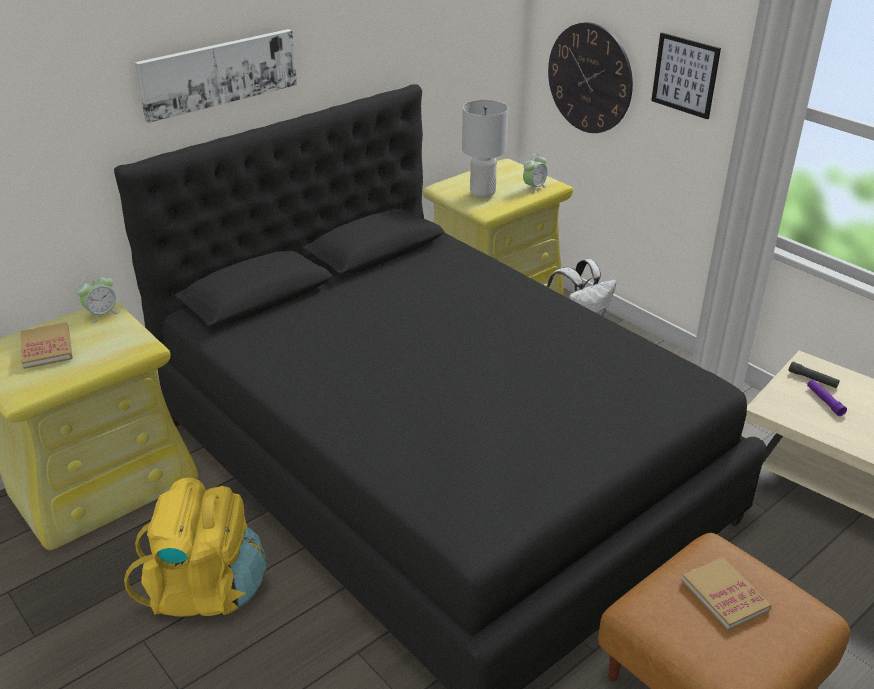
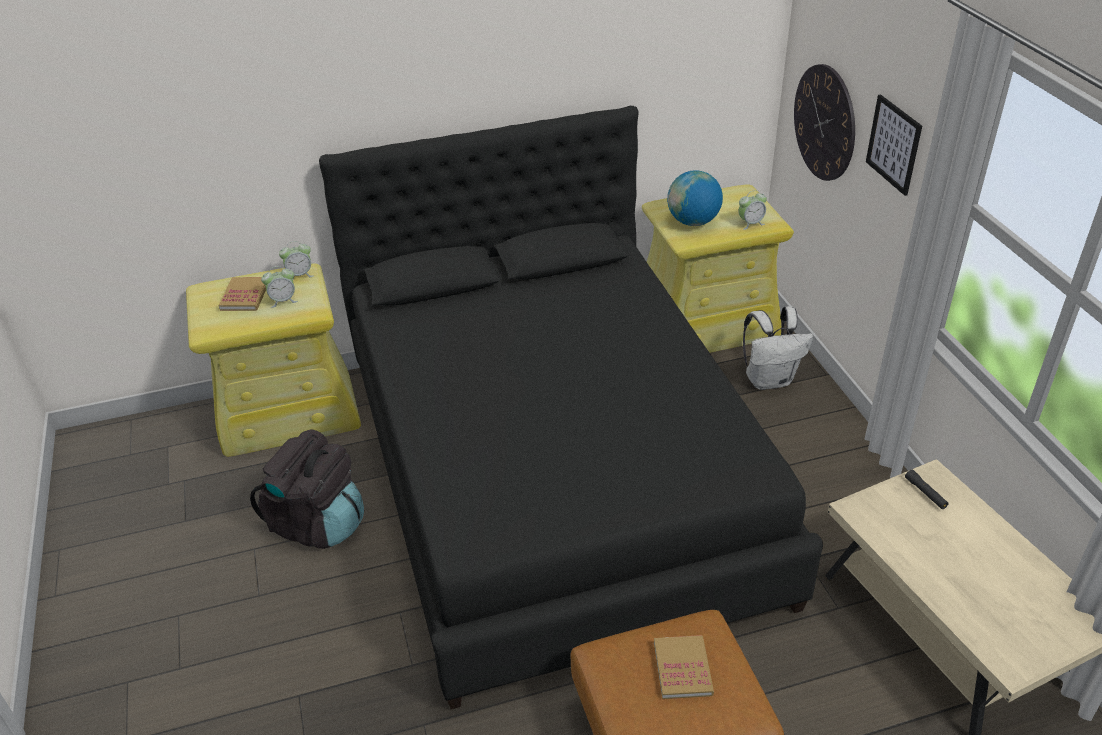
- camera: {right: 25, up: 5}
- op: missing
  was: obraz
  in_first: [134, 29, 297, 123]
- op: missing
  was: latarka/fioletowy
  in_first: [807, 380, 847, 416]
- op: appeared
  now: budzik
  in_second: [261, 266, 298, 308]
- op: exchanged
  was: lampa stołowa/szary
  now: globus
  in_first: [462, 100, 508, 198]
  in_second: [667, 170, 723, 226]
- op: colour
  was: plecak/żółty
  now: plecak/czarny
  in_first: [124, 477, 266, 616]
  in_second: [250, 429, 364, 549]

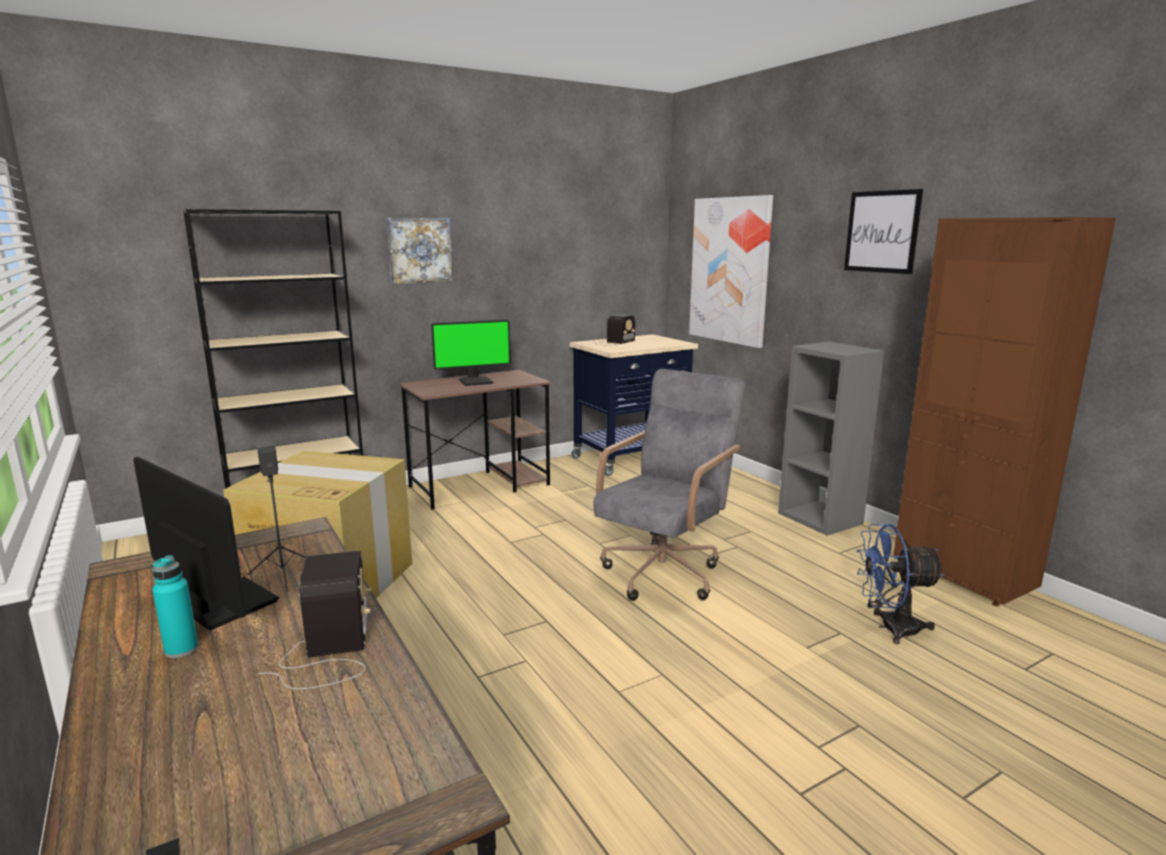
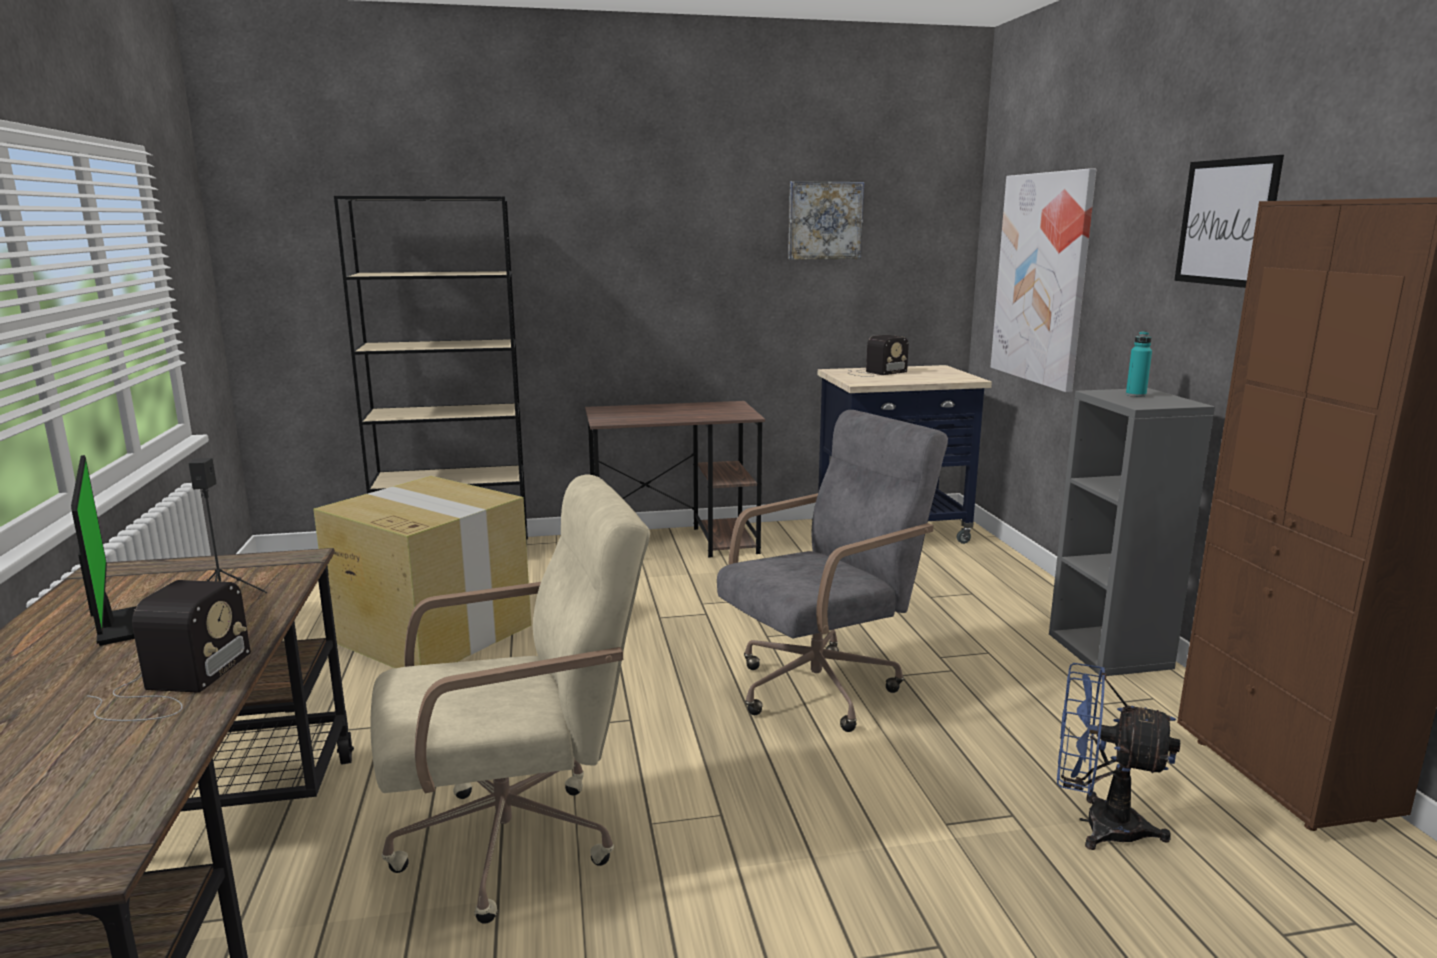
- camera: {right: 20, up: 0}
- op: missing
  was: monitor
  in_first: [431, 320, 511, 386]
- op: appeared
  now: krzesło biurowe/beżowy
  in_second: [371, 475, 650, 924]
- op: relocated
  was: butelka/turkusowy
  in_first: [152, 555, 198, 658]
  in_second: [1126, 331, 1152, 397]
- op: relocated
  was: obraz
  in_first: [387, 218, 453, 284]
  in_second: [788, 181, 864, 260]

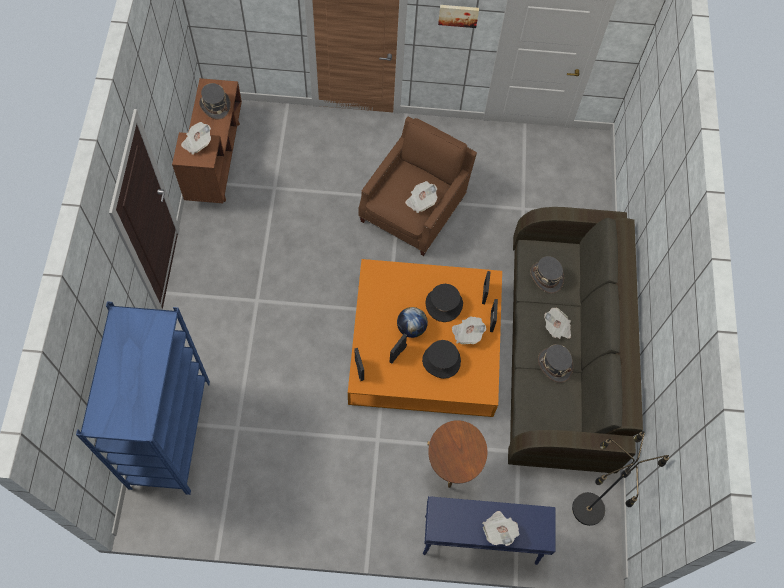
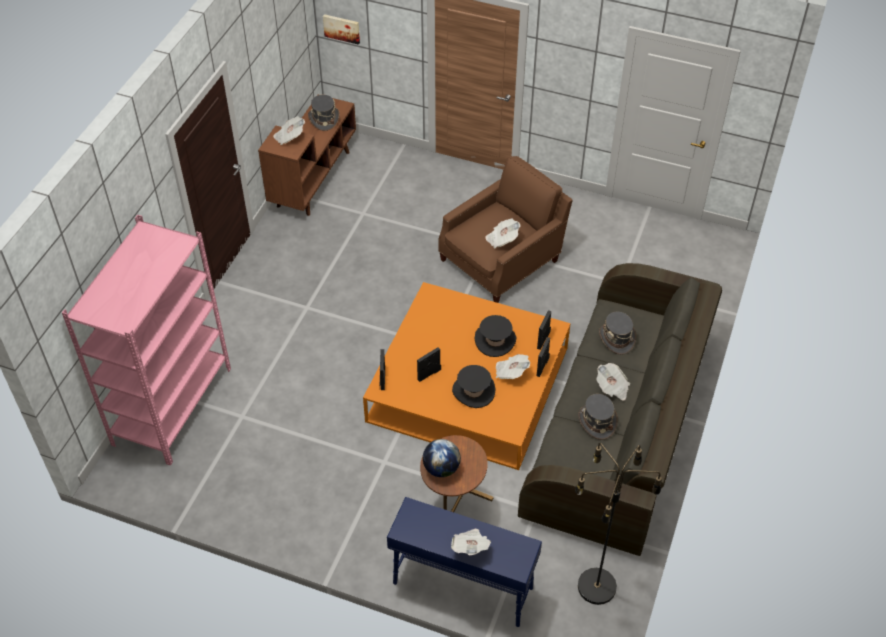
- camera: {right: 20, up: -15}
- op: relocated
  was: globus
  in_first: [397, 307, 428, 338]
  in_second: [423, 439, 461, 477]
- op: relocated
  was: obraz
  in_first: [438, 5, 479, 28]
  in_second: [323, 14, 360, 45]
- op: colour
  was: regał/niebieski
  now: regał/różowy
  in_first: [76, 301, 210, 495]
  in_second: [62, 215, 231, 466]

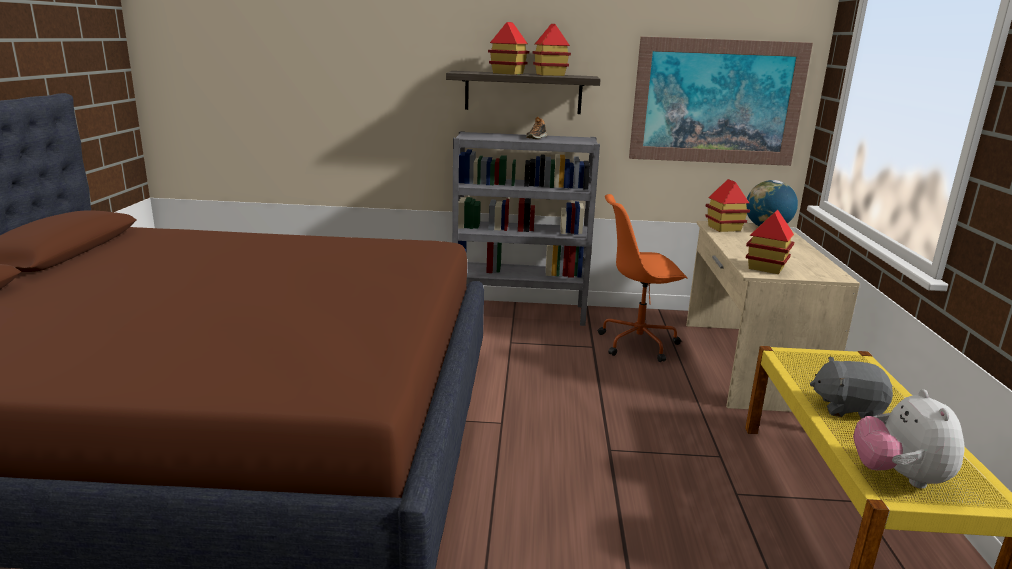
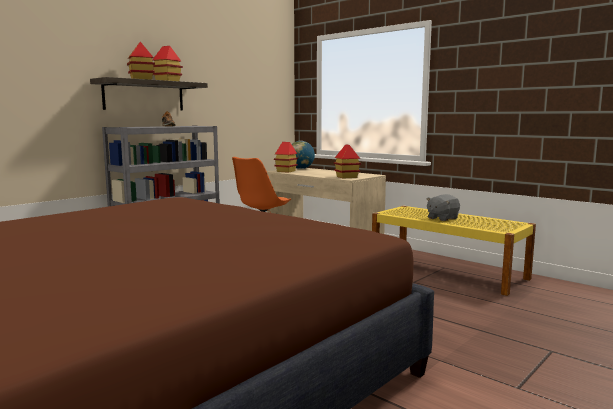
- camera: {right: -50, up: -10}
- op: missing
  was: obraz
  in_first: [629, 36, 813, 166]
- op: missing
  was: pluszak
  in_first: [853, 389, 965, 489]

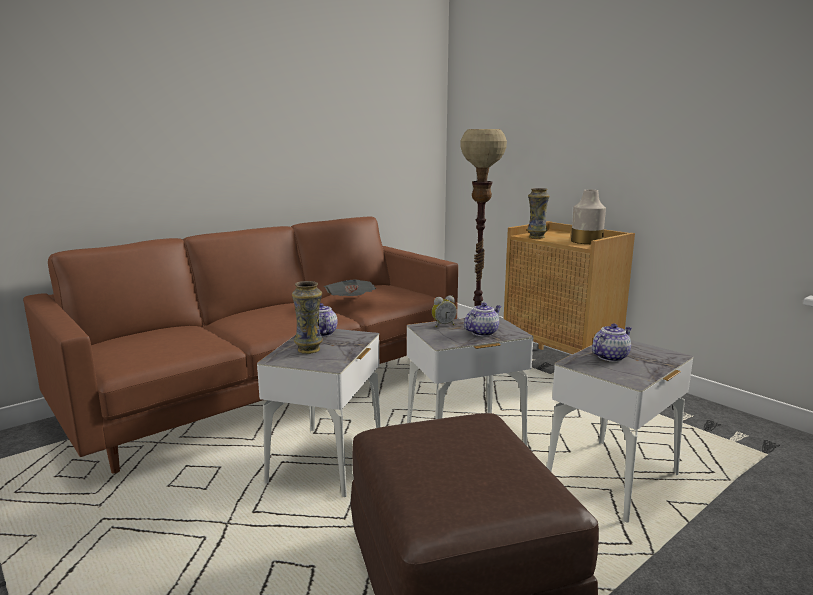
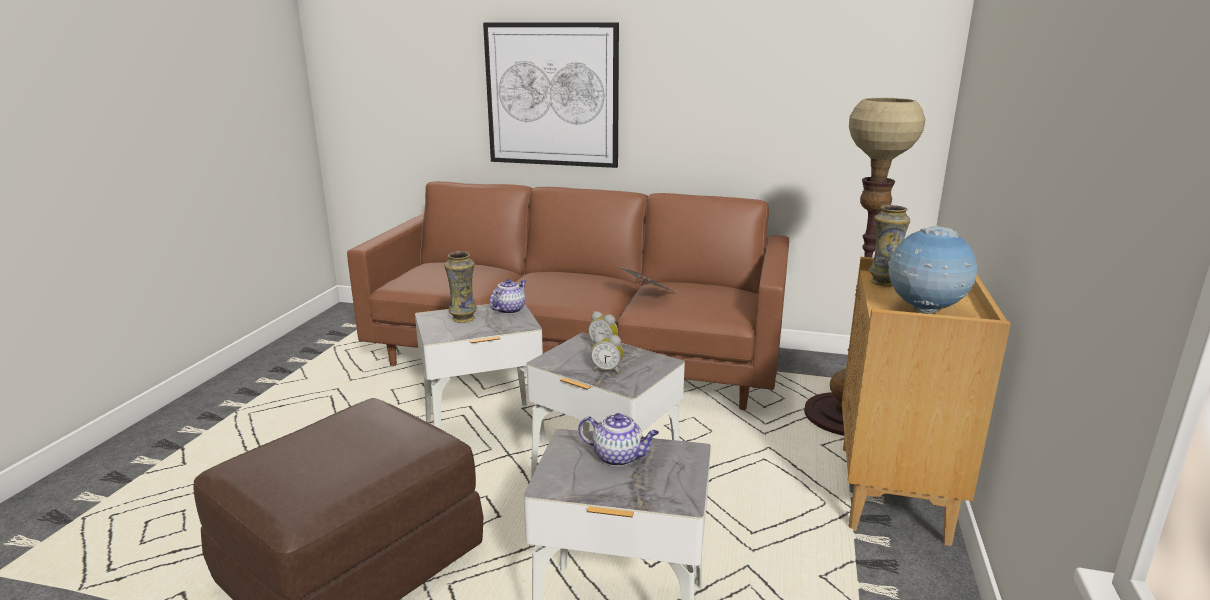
- camera: {right: 55, up: 5}
- op: appeared
  now: obraz
  in_second: [483, 23, 619, 168]
- op: exchanged
  was: imbryk
  now: budzik
  in_first: [464, 302, 501, 336]
  in_second: [591, 333, 623, 374]
- op: exchanged
  was: wazon/beżowy
  now: globus
  in_first: [571, 190, 606, 244]
  in_second: [888, 226, 977, 314]

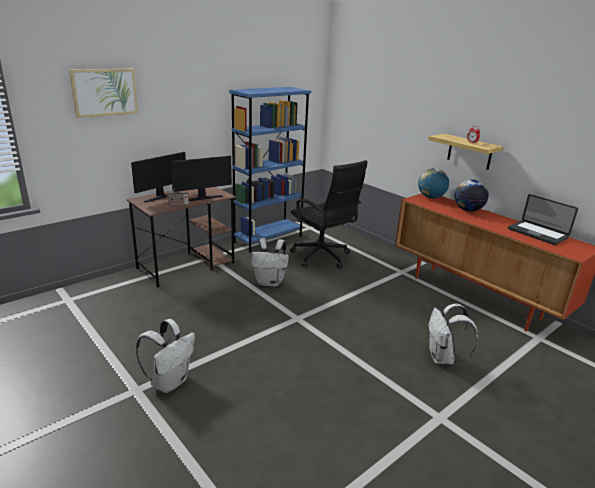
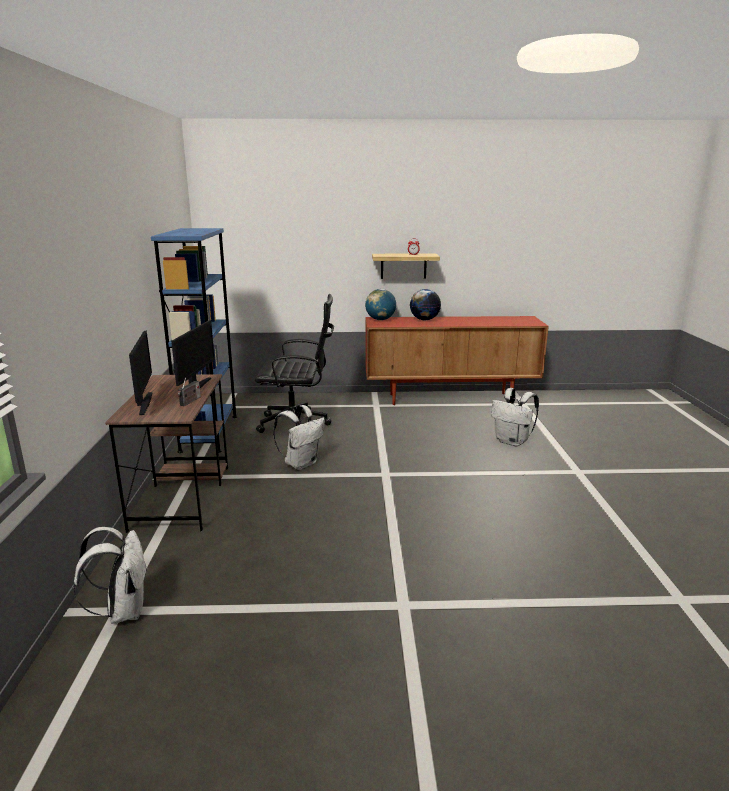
- camera: {right: -50, up: -5}
- op: missing
  was: obraz
  in_first: [69, 69, 138, 118]
- op: missing
  was: laptop
  in_first: [508, 194, 578, 245]
- op: relocated
  was: plecak/biały
  in_first: [136, 319, 195, 393]
  in_second: [73, 527, 148, 624]

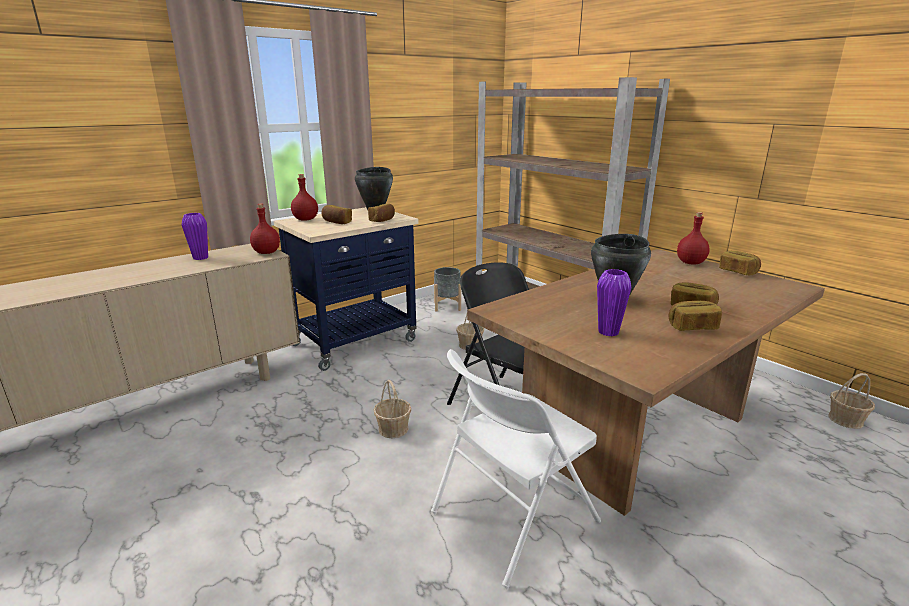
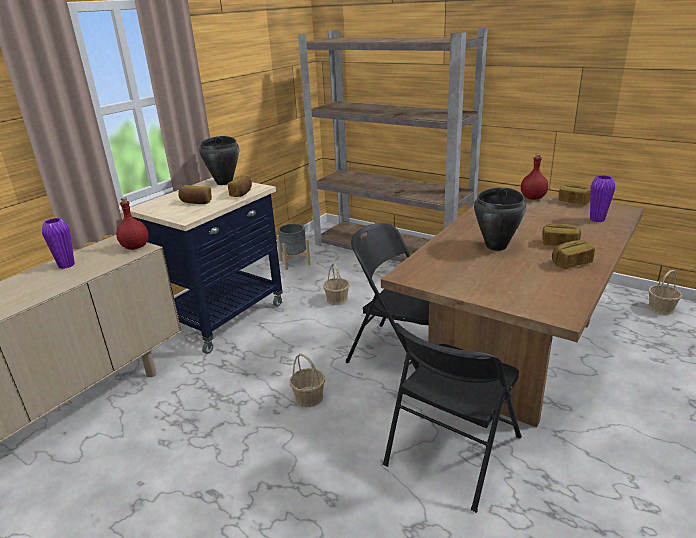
- camera: {right: -15, up: 5}
- op: missing
  was: butelka/czerwony
  in_first: [291, 174, 318, 221]
- op: relocated
  was: wazon/fioletowy
  in_first: [597, 269, 631, 336]
  in_second: [590, 175, 615, 222]
- op: colour
  was: krzesło/biały
  now: krzesło/czarny
  in_first: [431, 349, 601, 590]
  in_second: [383, 323, 522, 513]

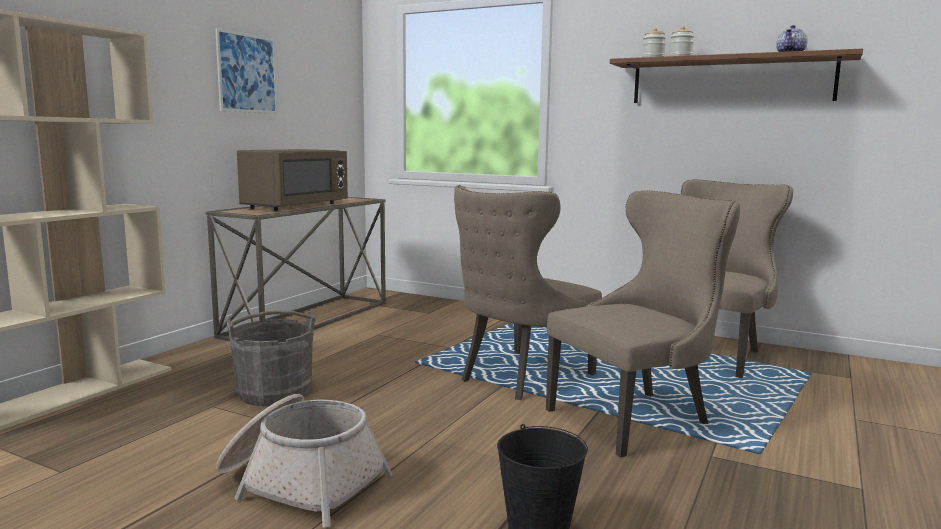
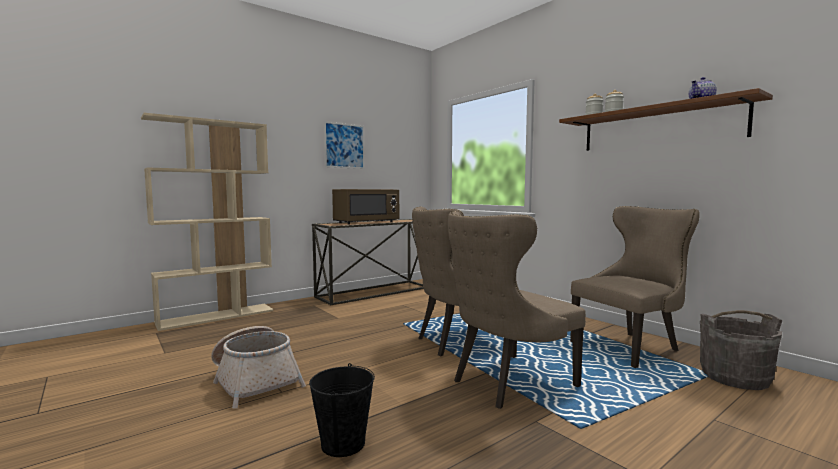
- camera: {right: 25, up: -5}
- op: relocated
  was: wiadro/szary
  in_first: [227, 310, 316, 406]
  in_second: [700, 310, 783, 390]
- op: spun
  was: krzesło/beżowy
  in_first: [546, 190, 740, 458]
  in_second: [448, 211, 586, 409]
  clockwise: 150

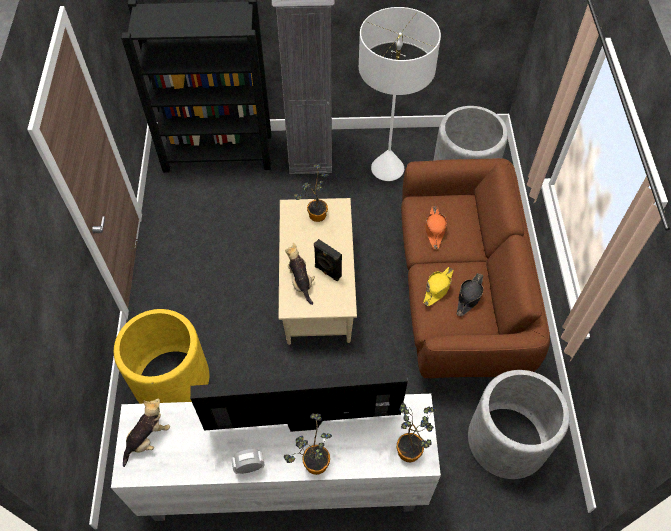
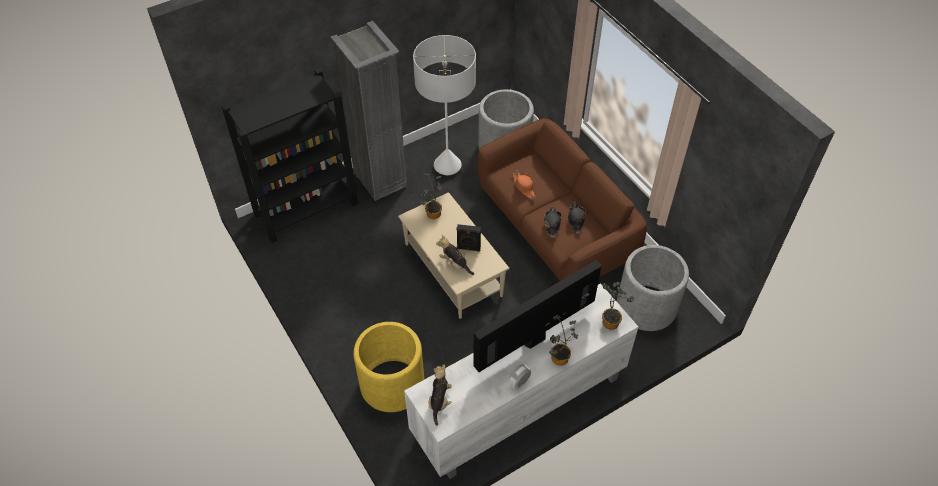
- camera: {right: -30, up: -5}
- op: colour
  was: kapelusz/żółty
  now: kapelusz/czarny
  in_first: [423, 267, 454, 307]
  in_second: [544, 207, 562, 238]

